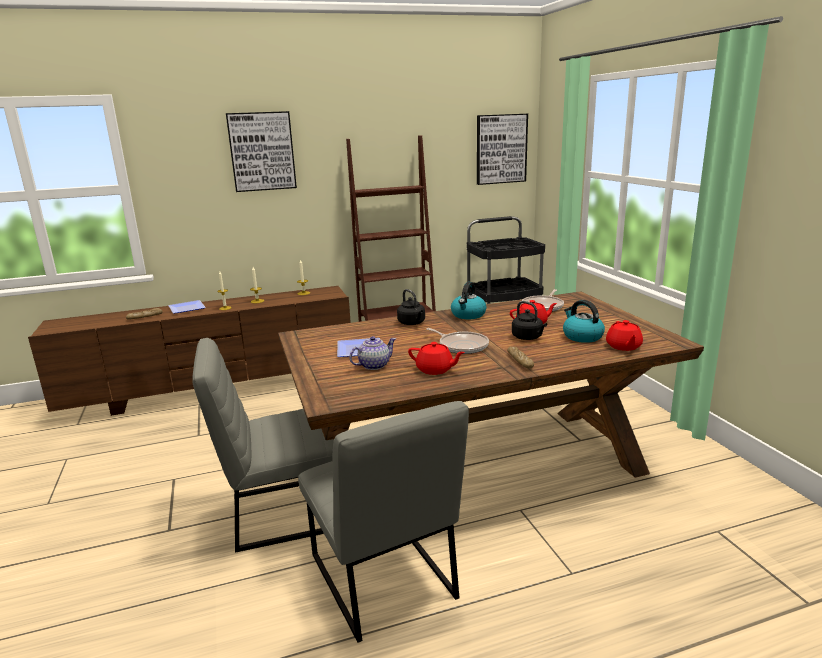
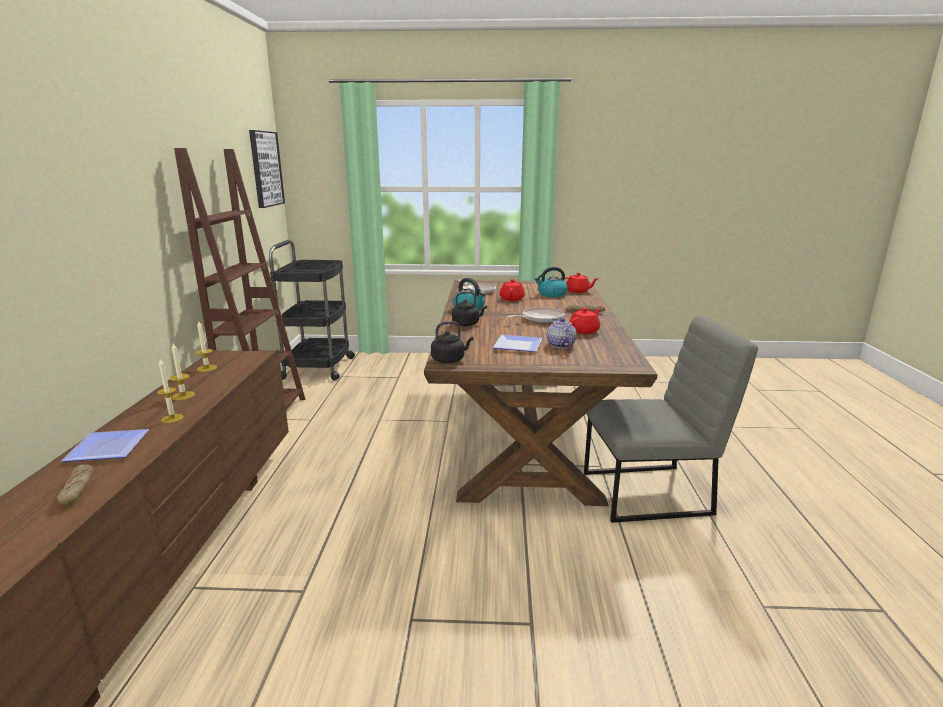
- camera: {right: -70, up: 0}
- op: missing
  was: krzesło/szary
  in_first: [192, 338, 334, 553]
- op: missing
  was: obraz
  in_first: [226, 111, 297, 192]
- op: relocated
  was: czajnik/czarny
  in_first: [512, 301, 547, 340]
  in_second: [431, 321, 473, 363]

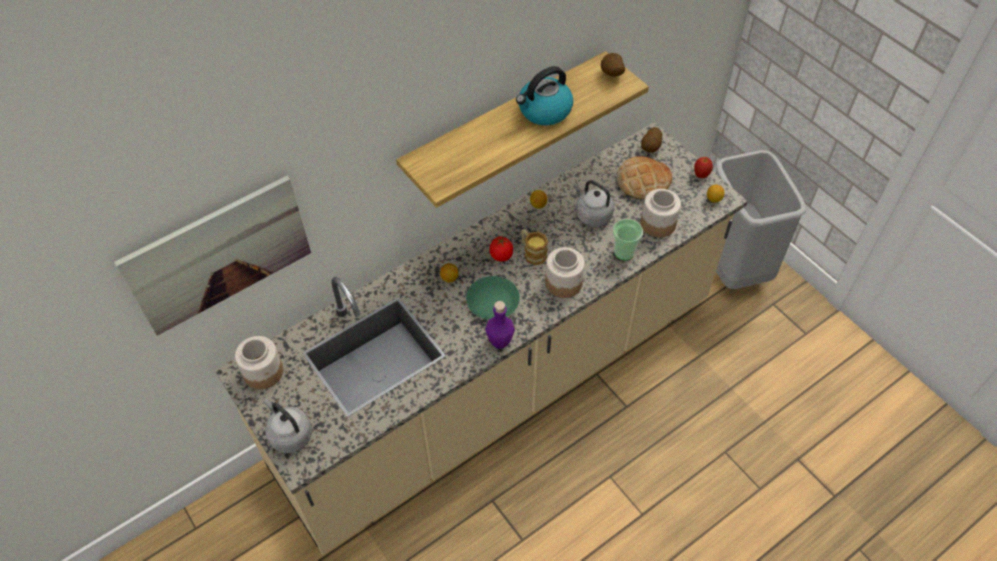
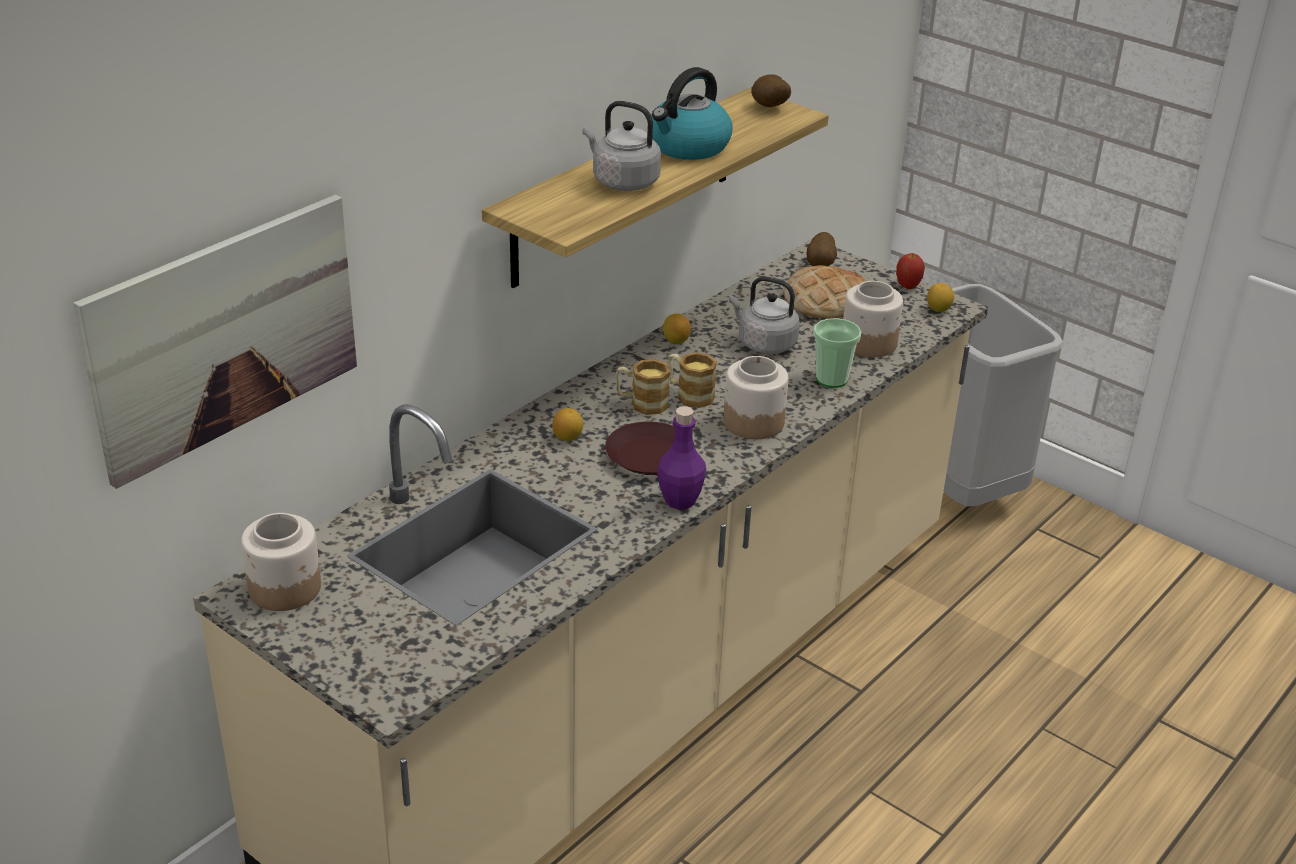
- camera: {right: -15, up: -20}
- op: relocated
  was: czajnik/szary
  in_first: [264, 399, 312, 453]
  in_second: [582, 101, 661, 191]
- op: exchanged
  was: pomidor
  now: kubek
  in_first: [489, 236, 513, 261]
  in_second: [616, 359, 670, 415]
- op: colour
  was: talerz/zielony
  now: talerz/brązowy
  in_first: [466, 276, 520, 320]
  in_second: [605, 422, 695, 475]

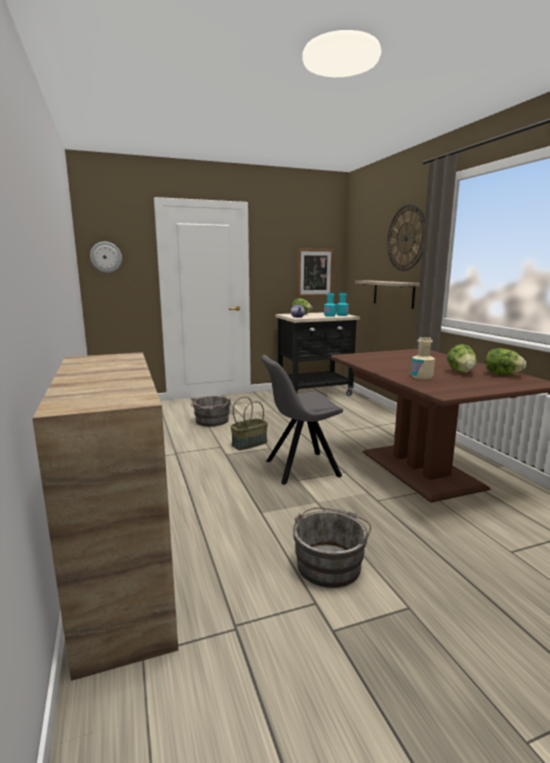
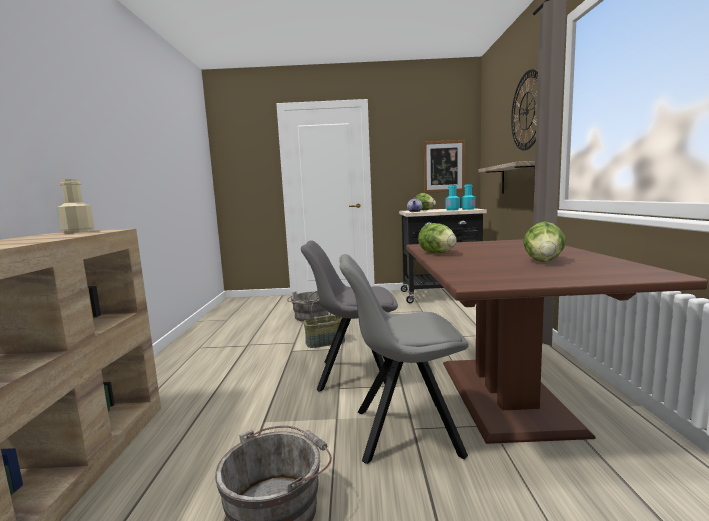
- camera: {right: 20, up: -5}
- op: missing
  was: zegar ścienny
  in_first: [90, 242, 122, 273]
- op: appeared
  now: krzesło/szary
  in_second: [339, 254, 469, 464]
- op: relocated
  was: butelka/beżowy
  in_first: [411, 337, 435, 380]
  in_second: [57, 179, 94, 233]
- op: relocated
  was: sałata
  in_first: [485, 348, 526, 375]
  in_second: [418, 223, 457, 254]

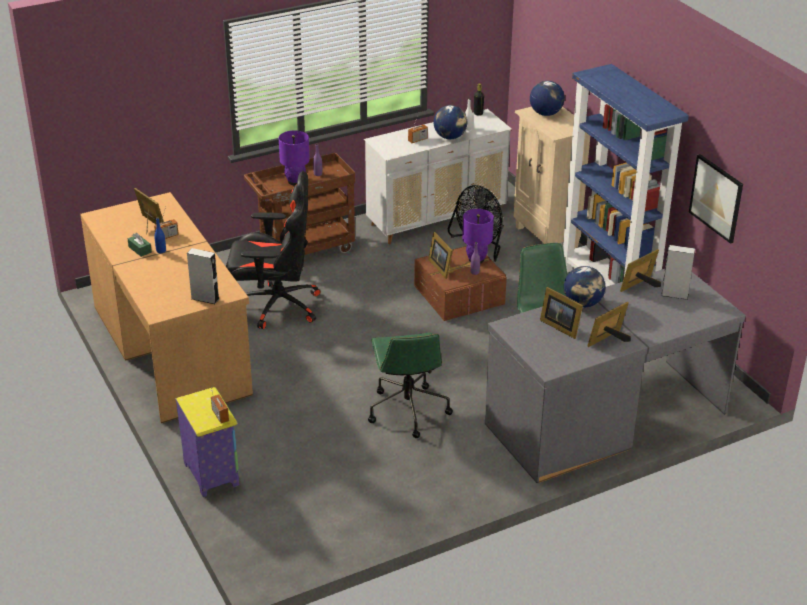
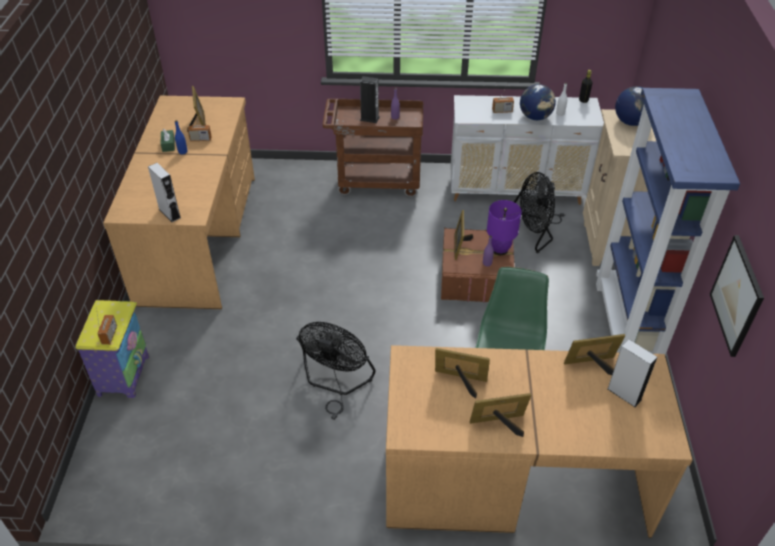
- camera: {right: 30, up: 10}
- op: missing
  was: krzesło biurowe/czarny
  in_first: [226, 171, 321, 329]
- op: missing
  was: globus
  in_first: [564, 266, 605, 308]
- op: exchanged
  was: lampa stołowa/fioletowy
  now: głośnik
  in_first: [279, 130, 310, 185]
  in_second: [360, 76, 380, 123]
- op: exchanged
  was: krzesło biurowe/zielony
  now: wentylator/czarny
  in_first: [368, 332, 453, 438]
  in_second: [296, 322, 376, 420]
- op: colour
  was: biurko/szary
  now: biurko/brązowy
  in_first: [485, 269, 746, 483]
  in_second: [386, 345, 692, 538]
- op: spun
  was: ramka na zdjęcie
  in_first: [540, 287, 583, 339]
  in_second: [435, 348, 490, 399]
  clockwise: 120

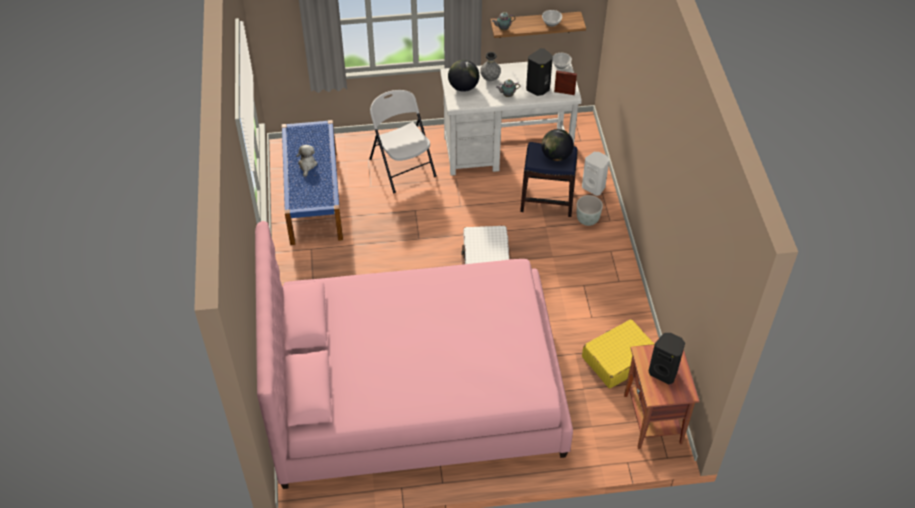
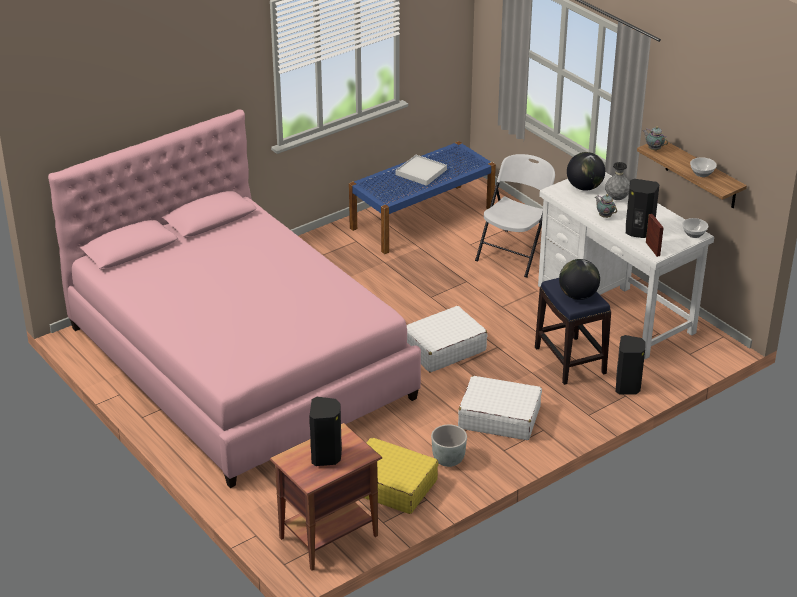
- camera: {right: 60, up: -15}
- op: appeared
  now: walizka/biały
  in_second: [458, 376, 542, 440]
- op: relocated
  was: donica/szary
  in_first: [577, 195, 603, 226]
  in_second: [431, 424, 467, 467]
- op: exchanged
  was: pluszak
  now: taca/biały
  in_first: [296, 145, 317, 177]
  in_second: [396, 155, 447, 186]
- op: colour
  was: głośnik/biały
  now: głośnik/czarny
  in_first: [582, 152, 609, 196]
  in_second: [616, 335, 646, 394]

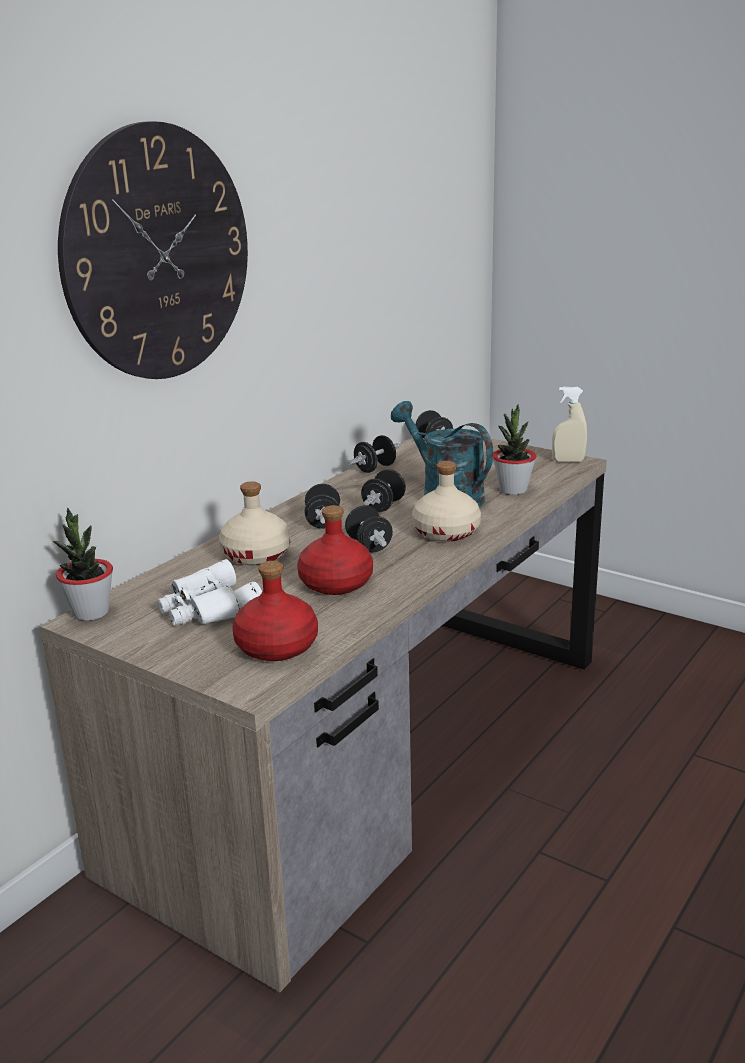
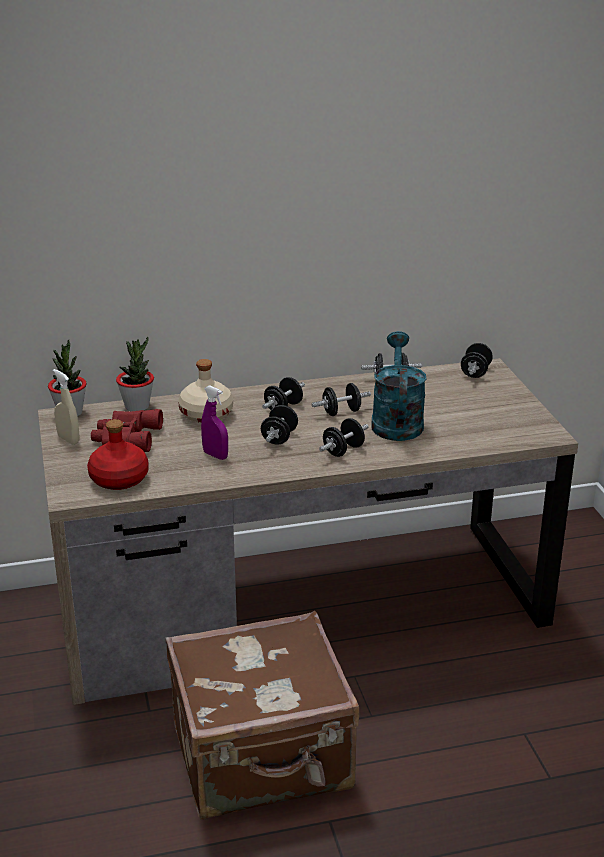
- camera: {right: 40, up: 5}
- op: missing
  was: zegar ścienny
  in_first: [58, 121, 248, 379]
- op: appeared
  now: walizka/brązowy
  in_second: [166, 611, 359, 820]
- op: relocated
  was: roślina doniczkowa
  in_first: [493, 404, 536, 495]
  in_second: [116, 337, 154, 411]
- op: relocated
  was: spryskiwacz/beżowy
  in_first: [552, 387, 587, 462]
  in_second: [53, 369, 80, 445]
- op: exchanged
  was: butelka/czerwony
  now: spryskiwacz/fioletowy
  in_first: [297, 505, 373, 595]
  in_second: [201, 385, 228, 460]
- op: exchanged
  was: butelka/beżowy
  now: hantel/czarny
  in_first: [412, 461, 481, 542]
  in_second: [319, 418, 369, 457]
- op: colour
  was: lornetka/biały
  now: lornetka/czerwony
  in_first: [158, 559, 262, 626]
  in_second: [91, 409, 163, 452]

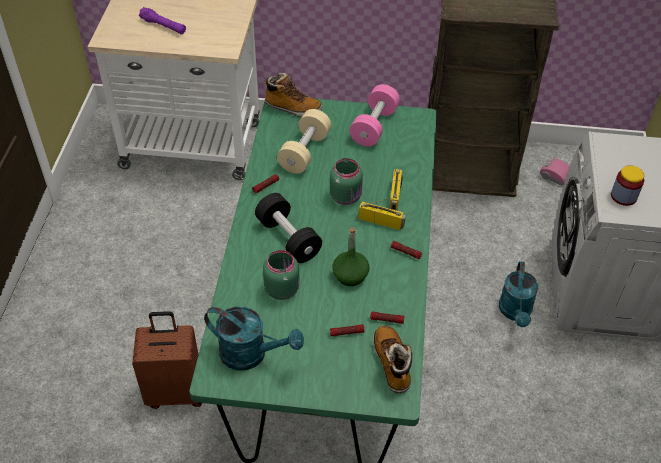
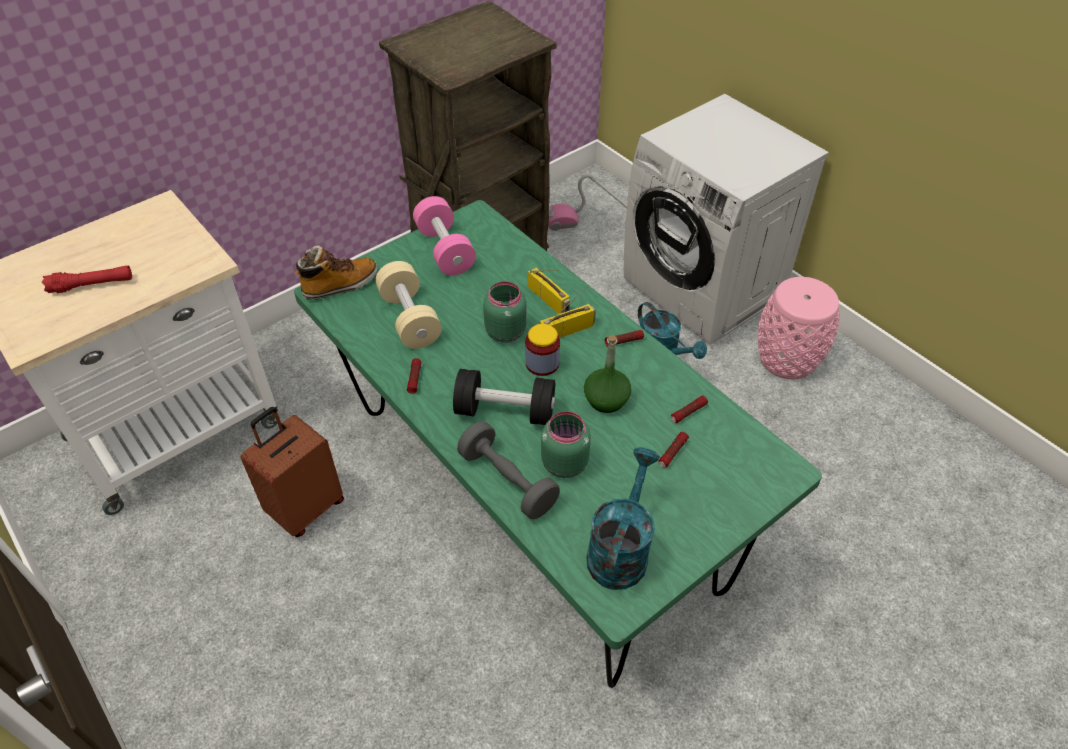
- camera: {right: -45, up: 0}
- op: missing
  was: but z cholewką
  in_first: [373, 326, 412, 394]
- op: appeared
  now: hantel/szary
  in_second: [457, 421, 560, 519]
- op: appeared
  now: stołek/różowy
  in_second: [758, 277, 839, 379]
- op: relocated
  was: walizka/brązowy
  in_first: [132, 311, 202, 409]
  in_second: [241, 407, 344, 537]
- op: relocated
  was: słoik
  in_first: [611, 165, 644, 206]
  in_second: [525, 324, 560, 376]
- op: colour
  was: latarka/fioletowy
  now: latarka/czerwony
  in_first: [139, 7, 186, 34]
  in_second: [42, 266, 132, 293]
- op: spun
  was: konewka/turkusowy
  in_first: [204, 306, 304, 370]
  in_second: [587, 447, 660, 590]
  clockwise: -45

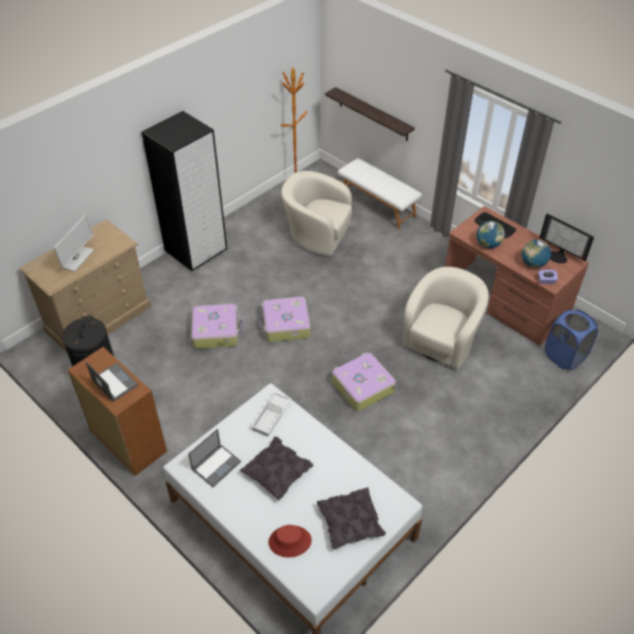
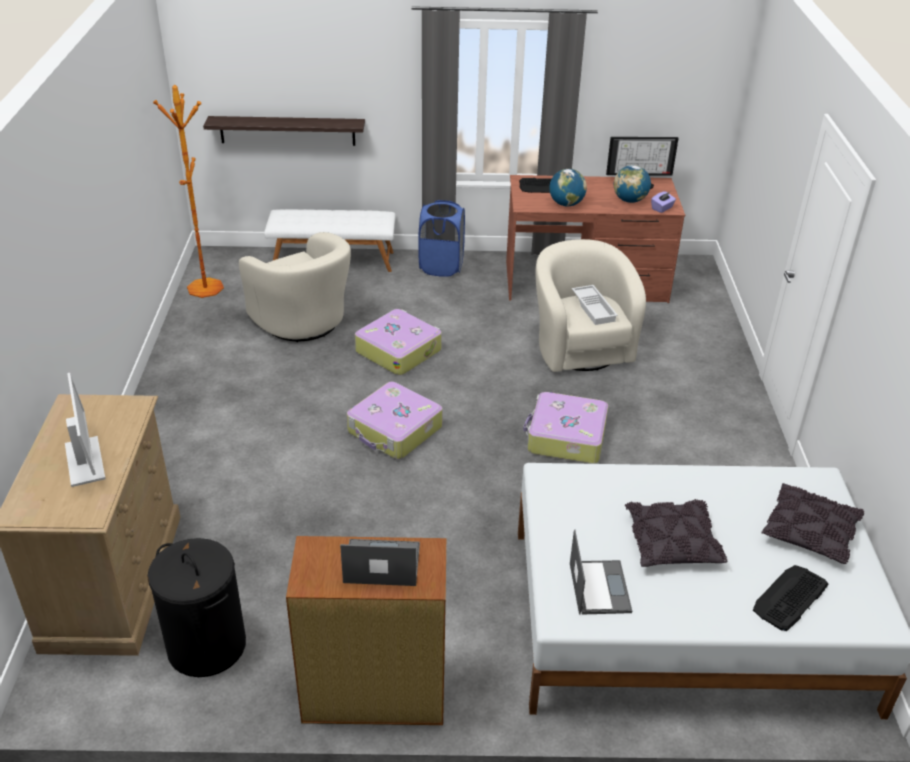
- camera: {right: -45, up: -10}
- op: missing
  was: szafa
  in_first: [141, 111, 227, 273]
- op: relocated
  was: walizka
  in_first: [191, 304, 243, 349]
  in_second: [355, 309, 442, 375]
- op: relocated
  was: taca/biały
  in_first: [251, 392, 291, 436]
  in_second: [572, 285, 618, 325]
- op: relocated
  was: kosz na pranie/niebieski
  in_first: [545, 309, 598, 370]
  in_second: [419, 200, 465, 277]
- op: exchanged
  was: kapelusz/czerwony
  now: klawiatura
  in_first: [268, 525, 312, 557]
  in_second: [753, 565, 828, 631]
- op: spun
  was: fotel/beżowy
  in_first: [281, 171, 352, 256]
  in_second: [239, 232, 351, 342]
  clockwise: -105

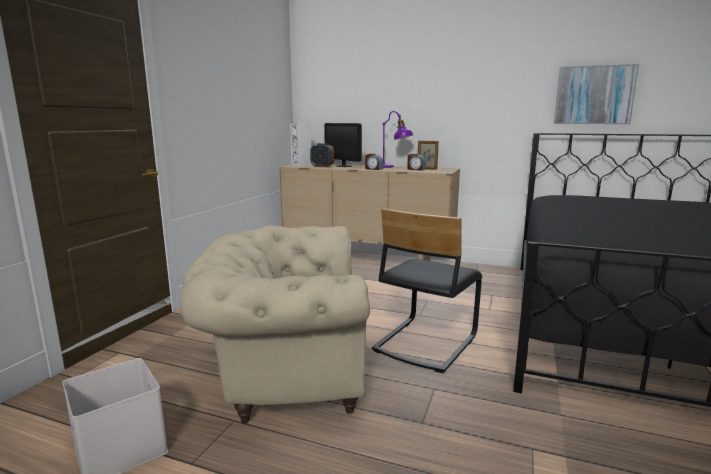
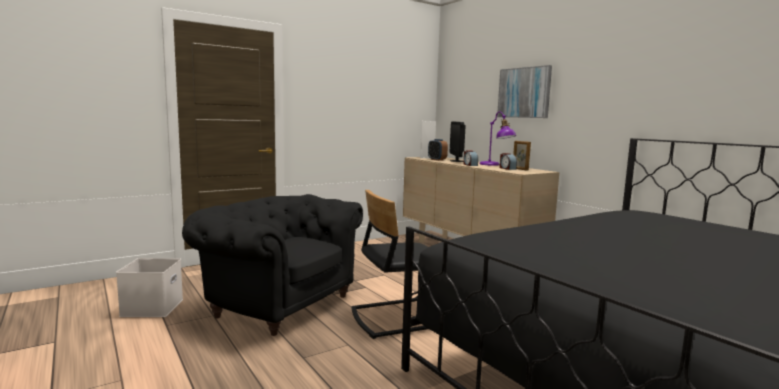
- camera: {right: 35, up: -5}
- op: relocated
  was: obraz
  in_first: [554, 64, 639, 124]
  in_second: [497, 65, 552, 118]
- op: colour
  was: fotel/beżowy
  now: fotel/czarny
  in_first: [179, 225, 370, 423]
  in_second: [182, 194, 363, 336]

